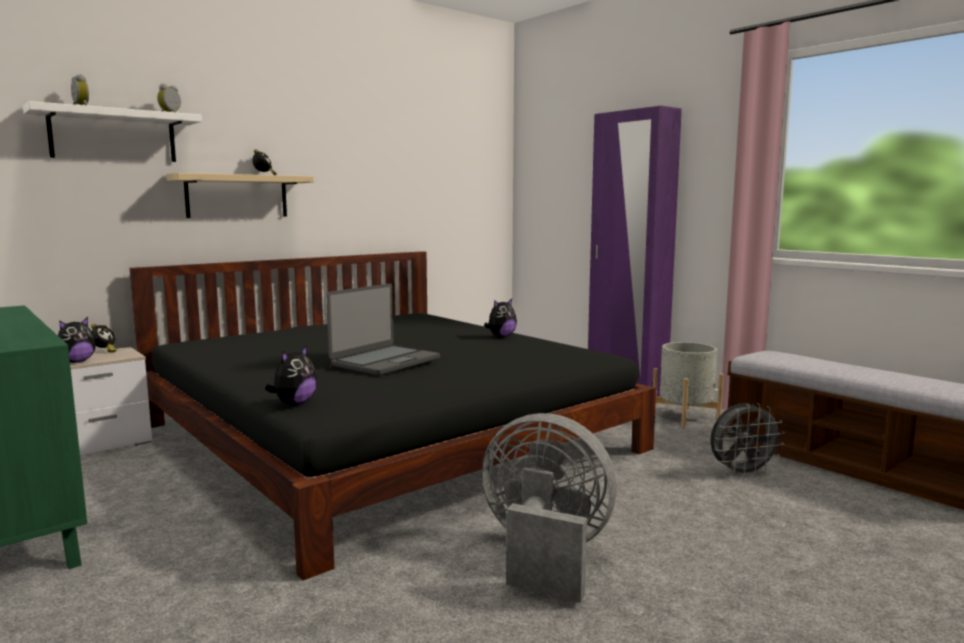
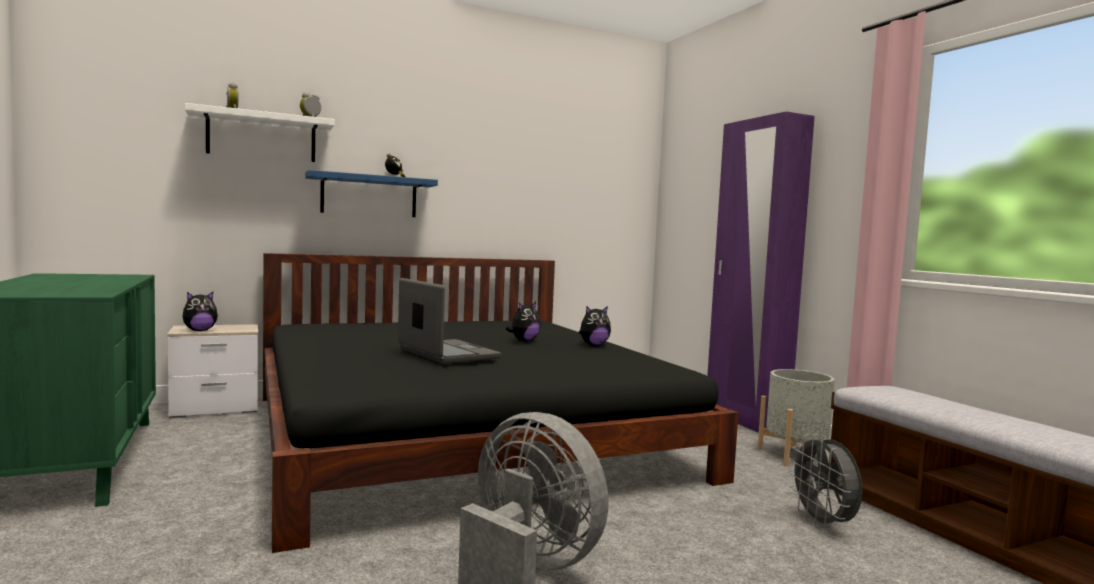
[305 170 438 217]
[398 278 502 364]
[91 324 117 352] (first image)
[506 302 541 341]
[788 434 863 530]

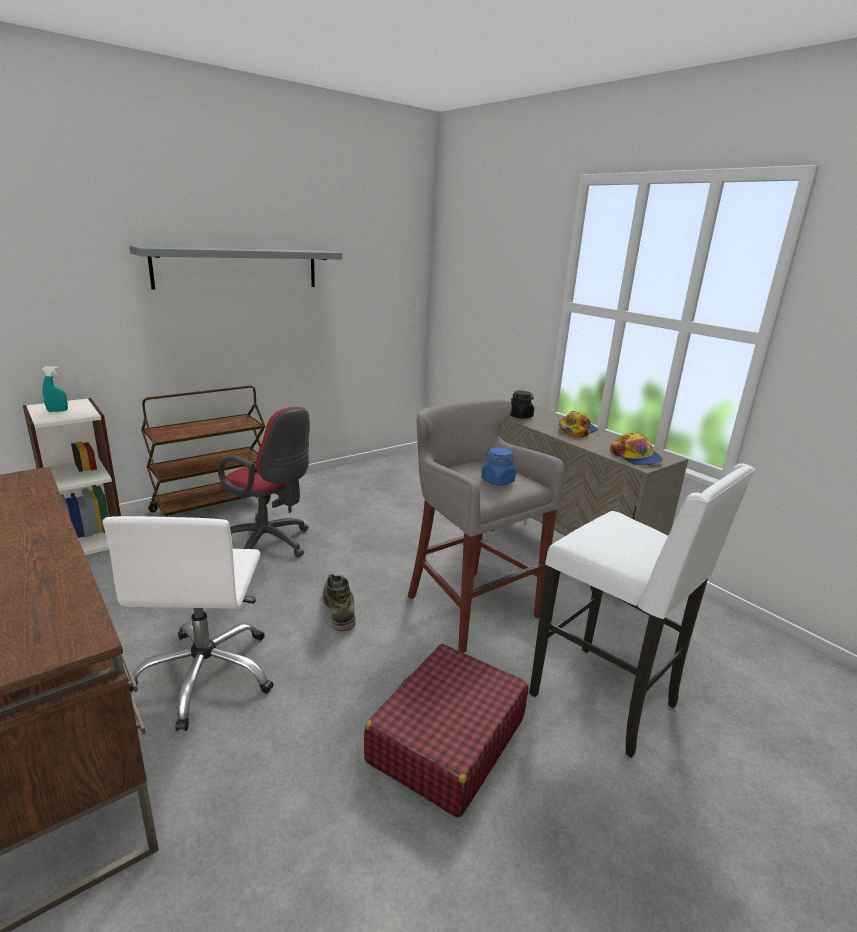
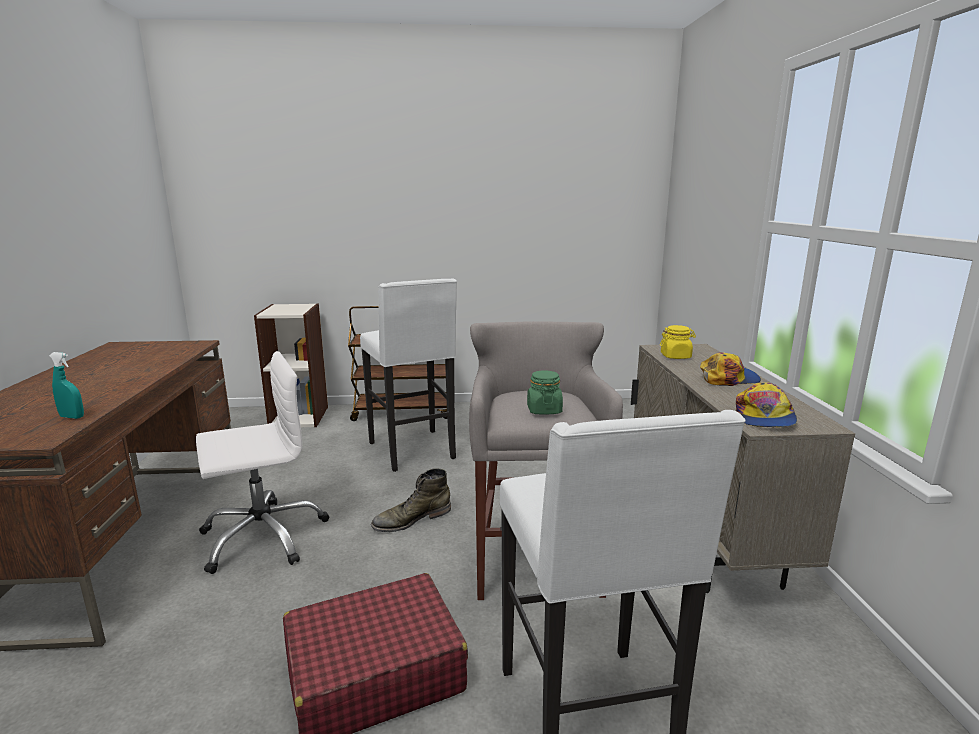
[129 246 342 290] (first image)
[49 352 84 419]
[660 325 696 359]
[360 279 457 472]
[527 370 563 415]
[196 351 329 574]
[371 468 451 532]

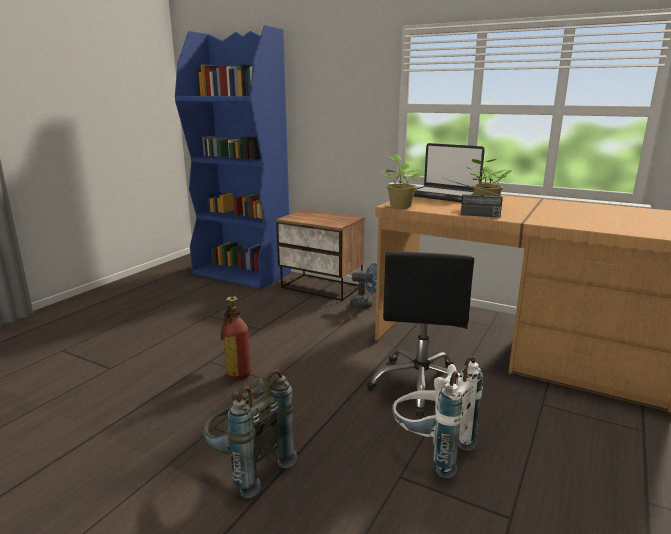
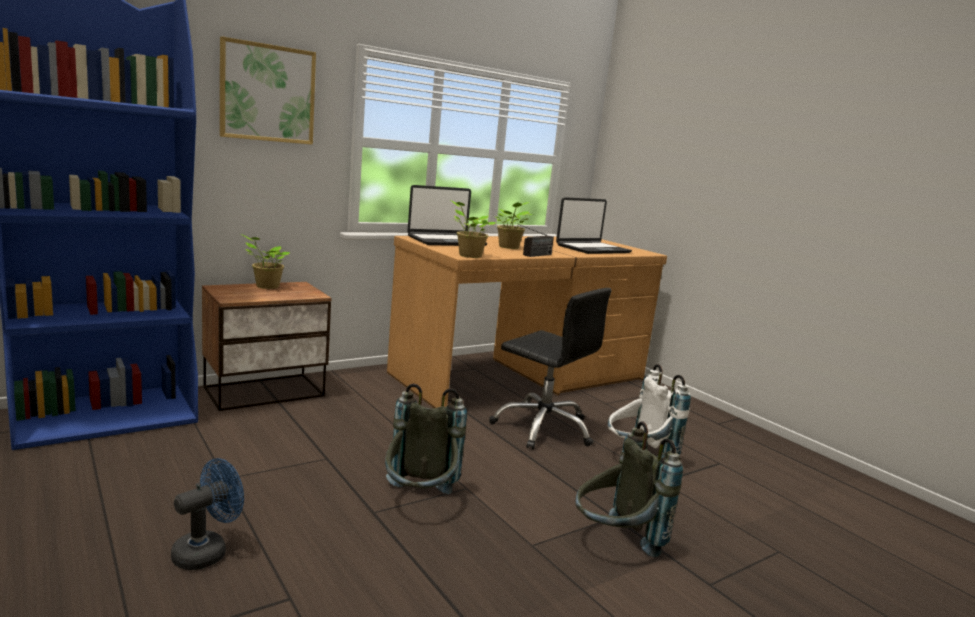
[171 458 244 570]
[385 384 467 494]
[220 36 316 145]
[556 197 632 254]
[241 234 290 289]

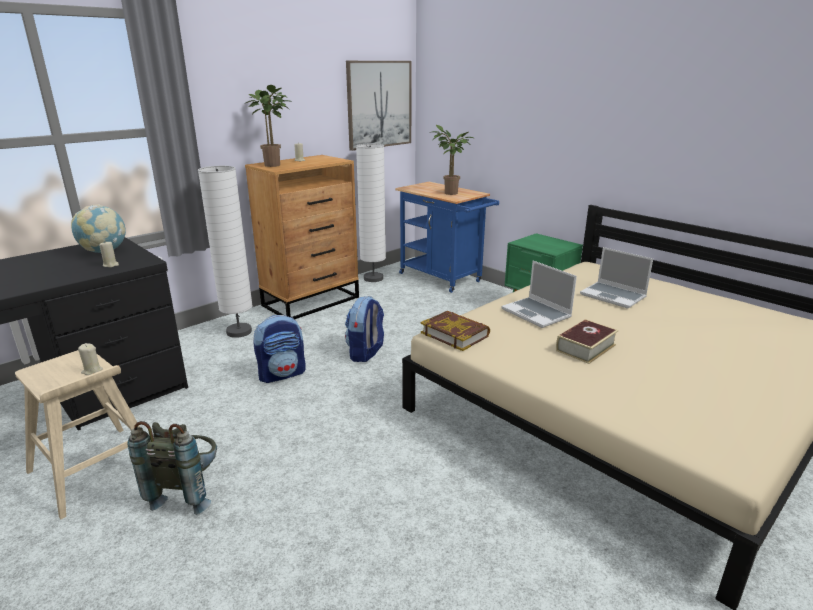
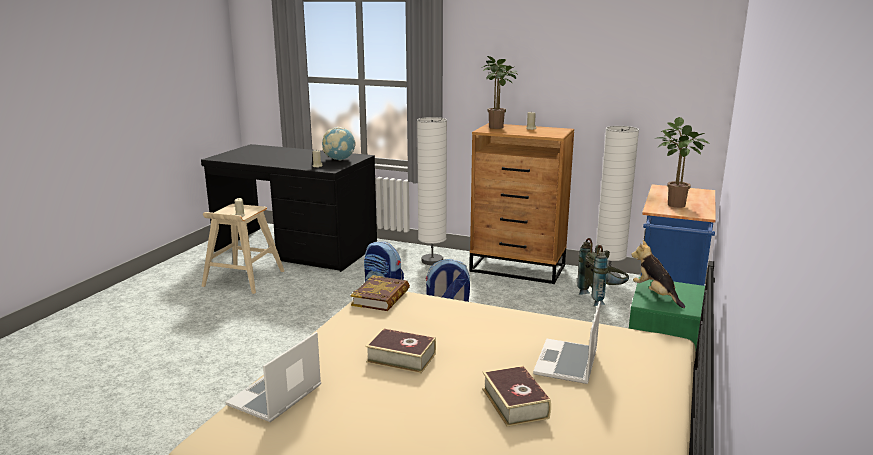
[346 61 412 151] (first image)
[225 332 321 422]
[577 238 629 306]
[631 240 685 308]
[482 365 551 427]

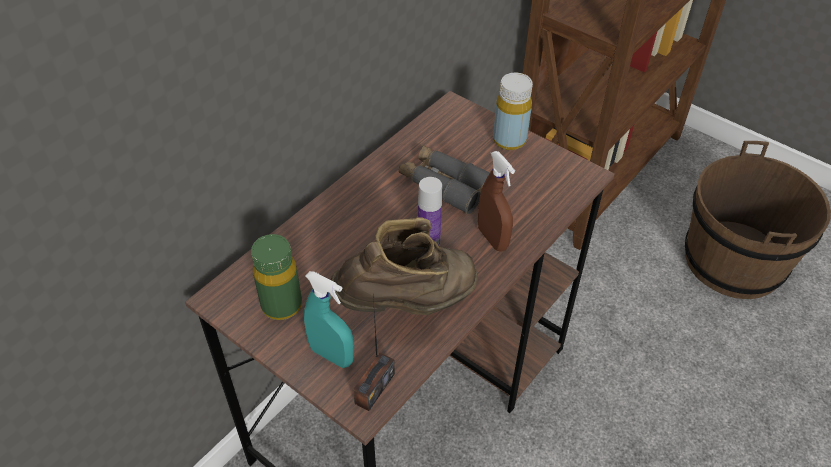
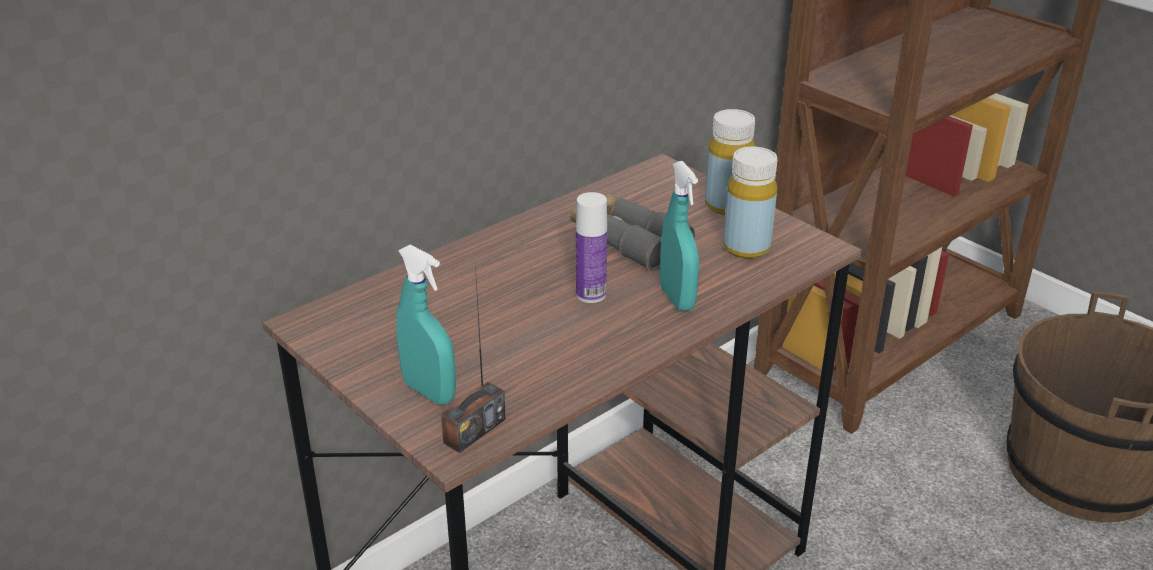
[660 161 699 311]
[331 218 478 315] (first image)
[251 234 302 320] (first image)
[723 147 778 259]

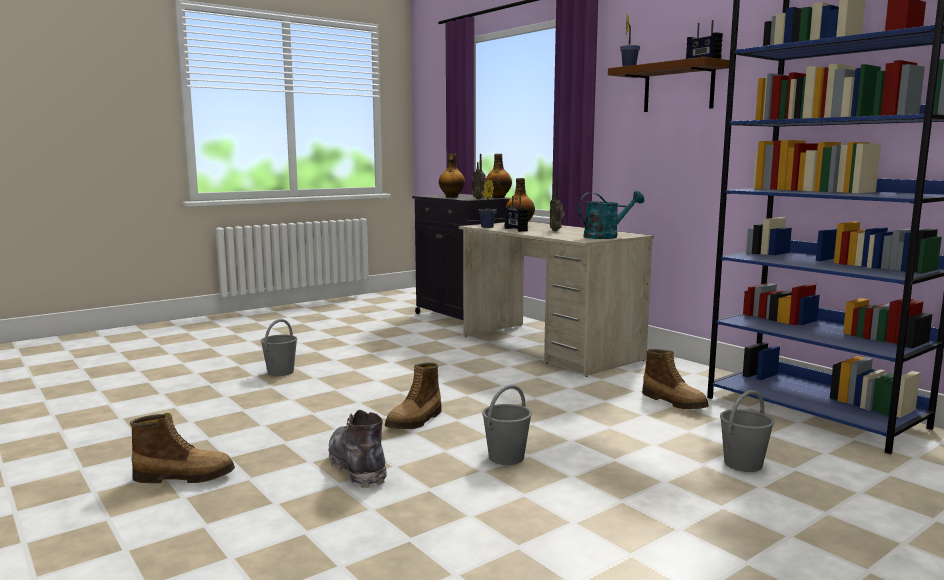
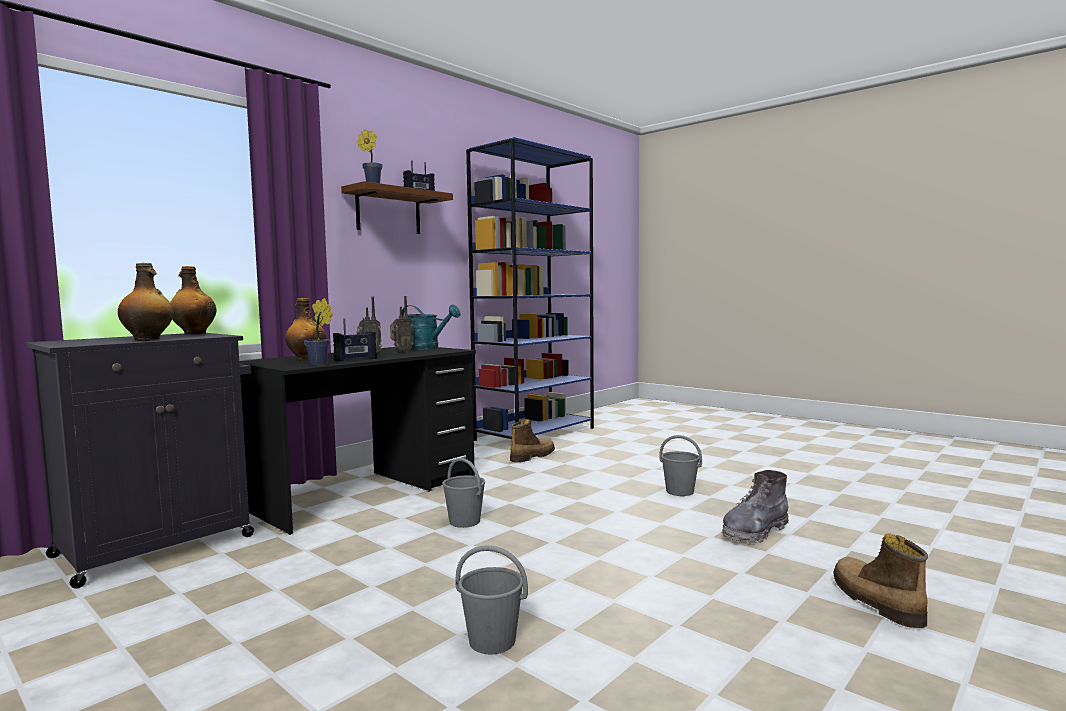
[390 296 414 352]
[402 305 461 350]
[239 347 476 535]
[385 362 442 429] (first image)
[442 458 485 528]

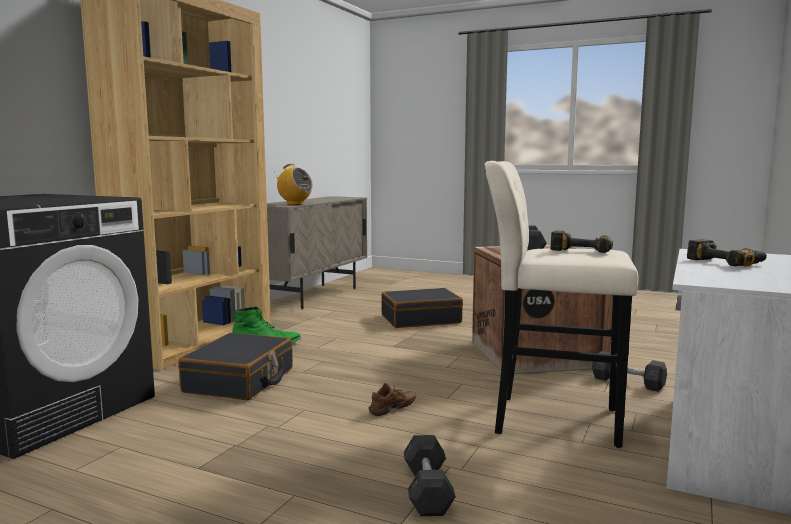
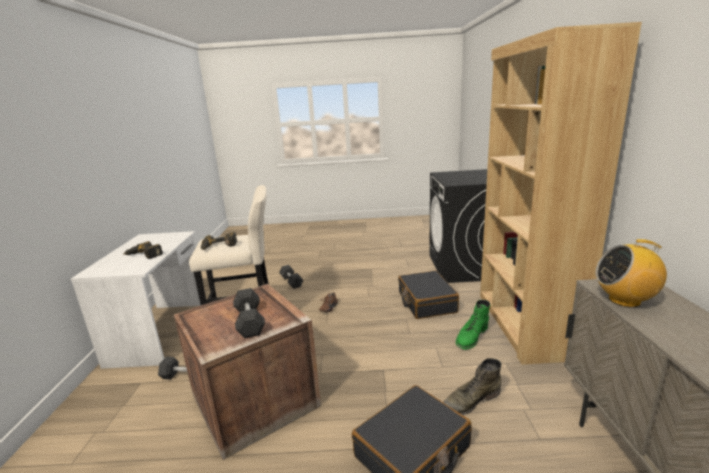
[443 358 502 415]

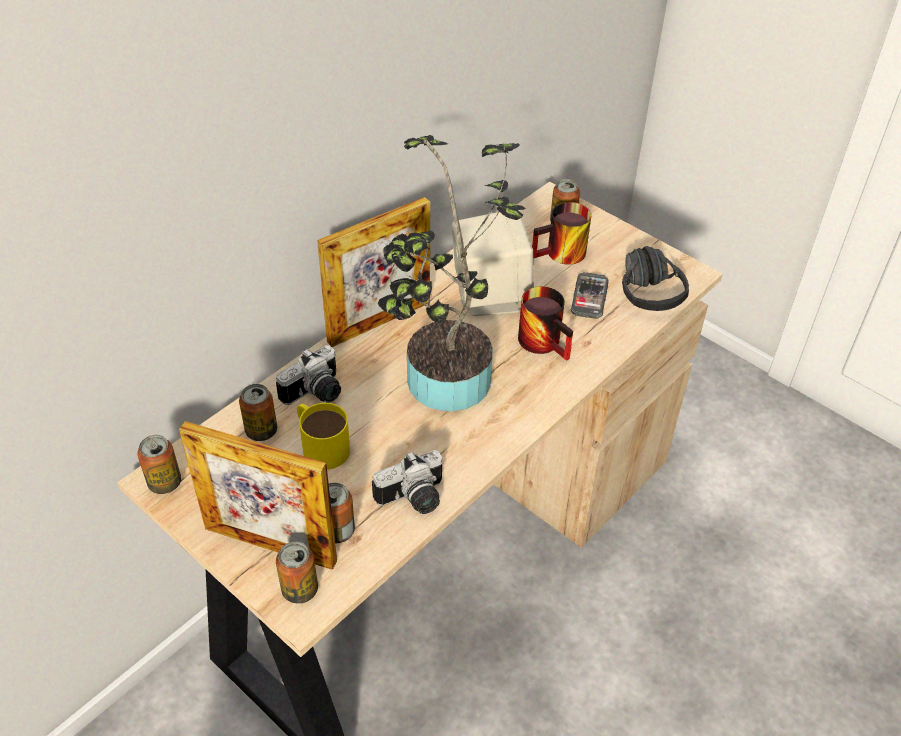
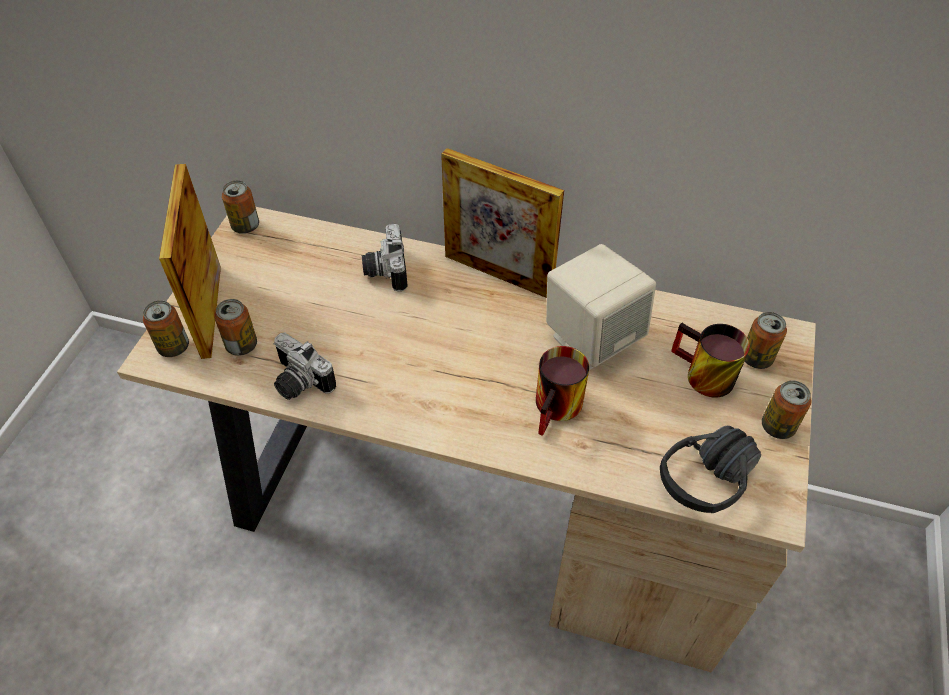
[378 135 526 412] (first image)
[571 272 609 319] (first image)
[362 224 408 292]
[762 381 811 439]
[297 403 350 470] (first image)

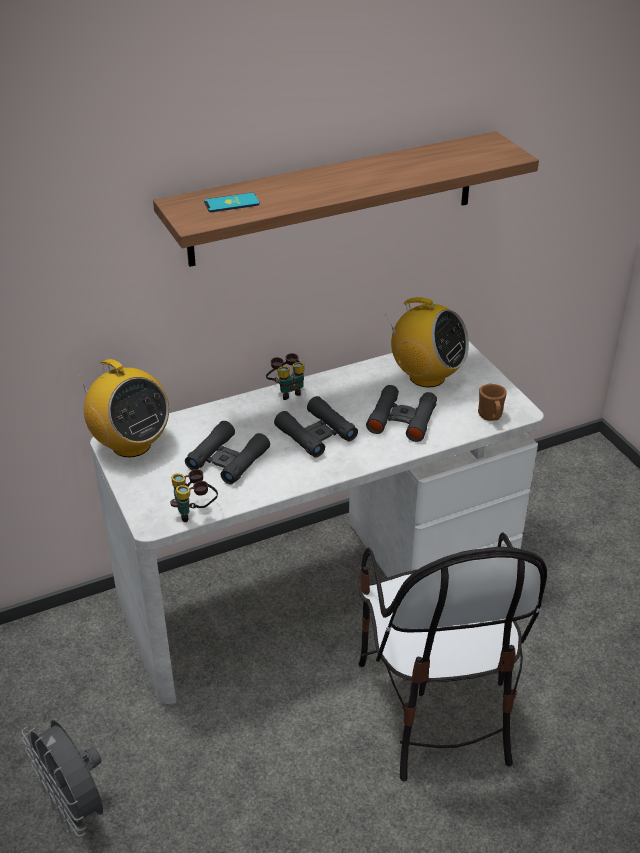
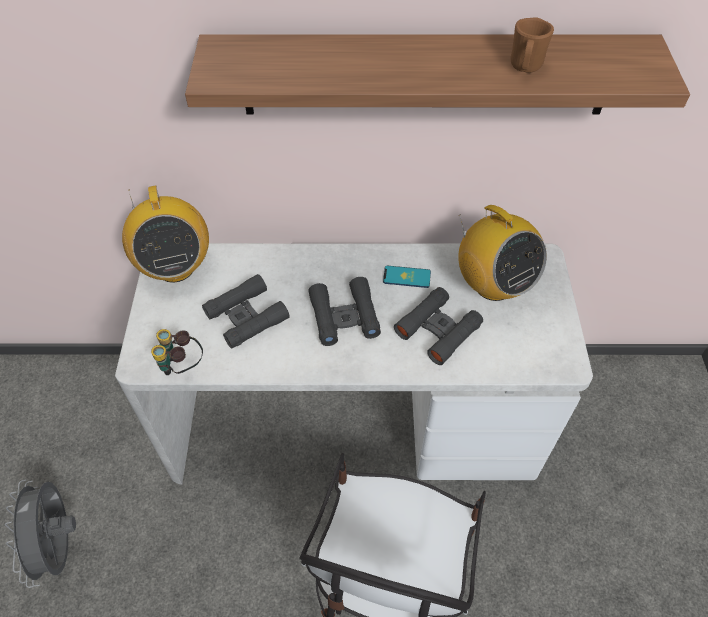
[383 266 431 288]
[266 353 305 400] (first image)
[511 17 554 73]

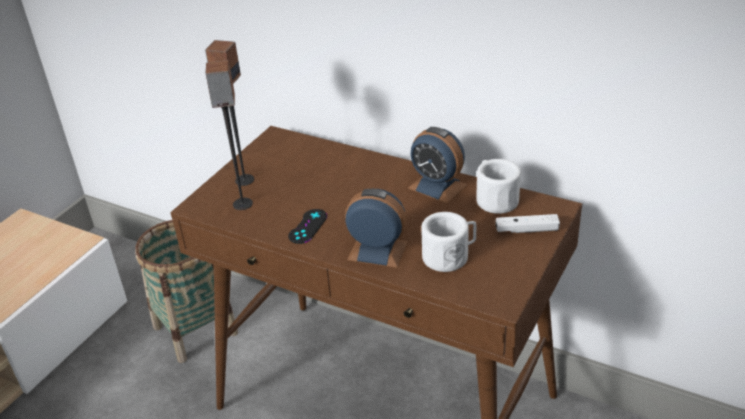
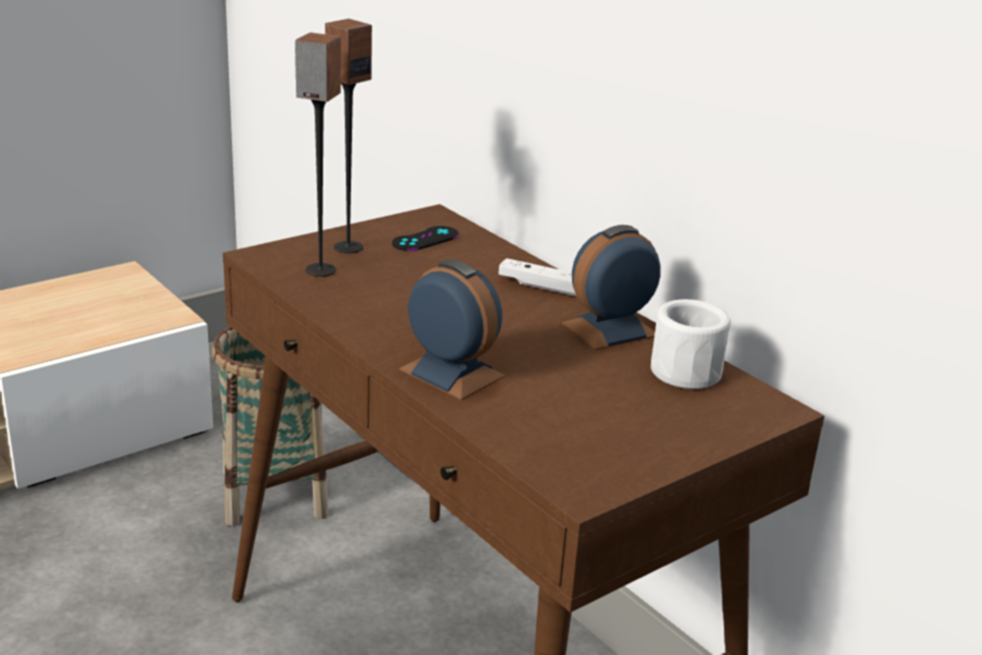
[561 225 661 350]
[392 226 459 251]
[421 212 477 272] (first image)
[499 258 576 296]

